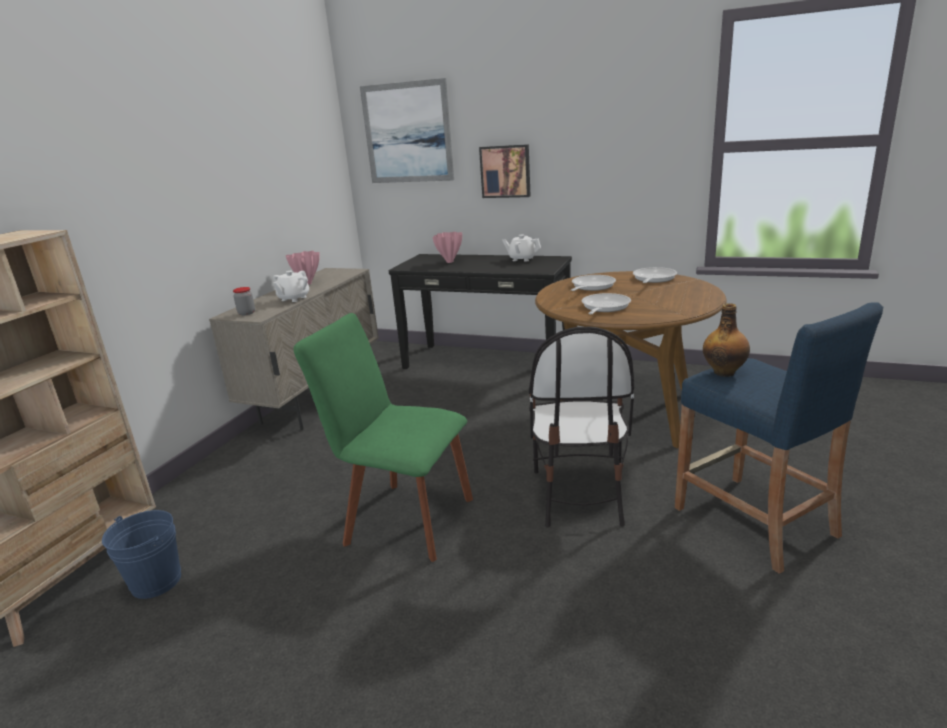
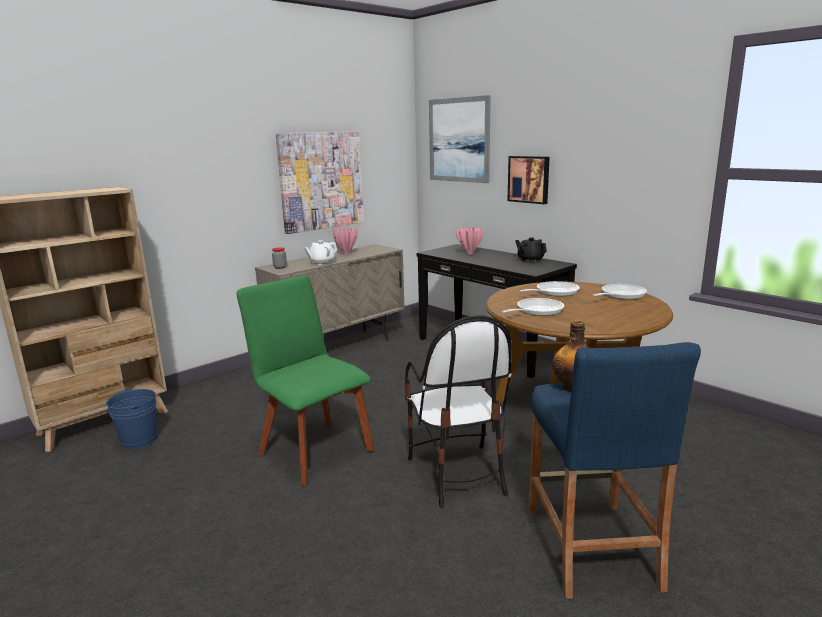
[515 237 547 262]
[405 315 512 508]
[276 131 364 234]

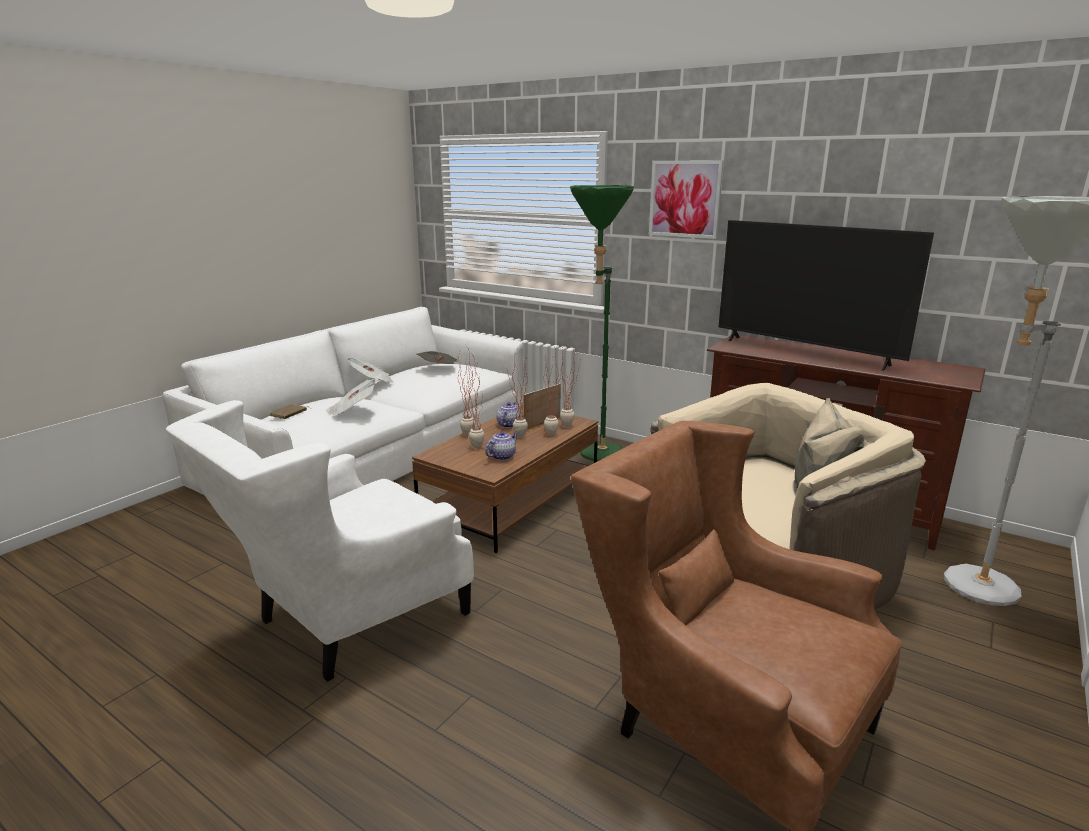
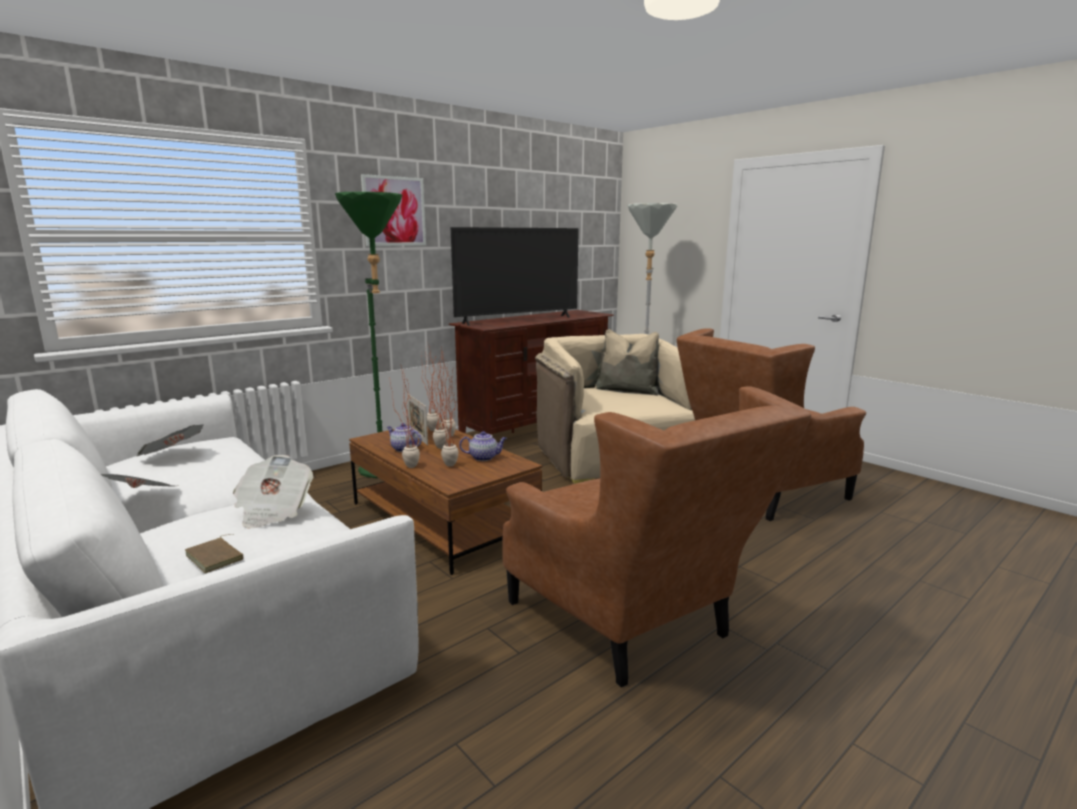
[502 386 811 688]
[459 431 507 461]

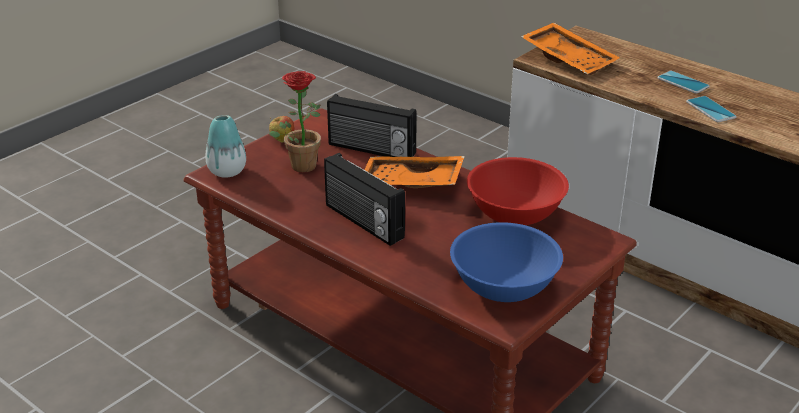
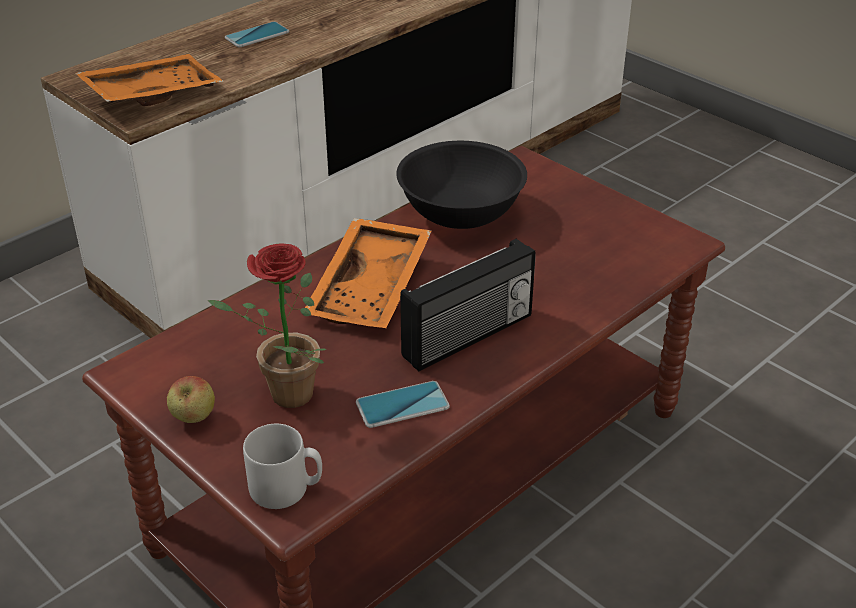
[327 94 417 157] (first image)
[356 381 450 428]
[243 424 322 509]
[396 141 527 229]
[450 222 563 302] (first image)

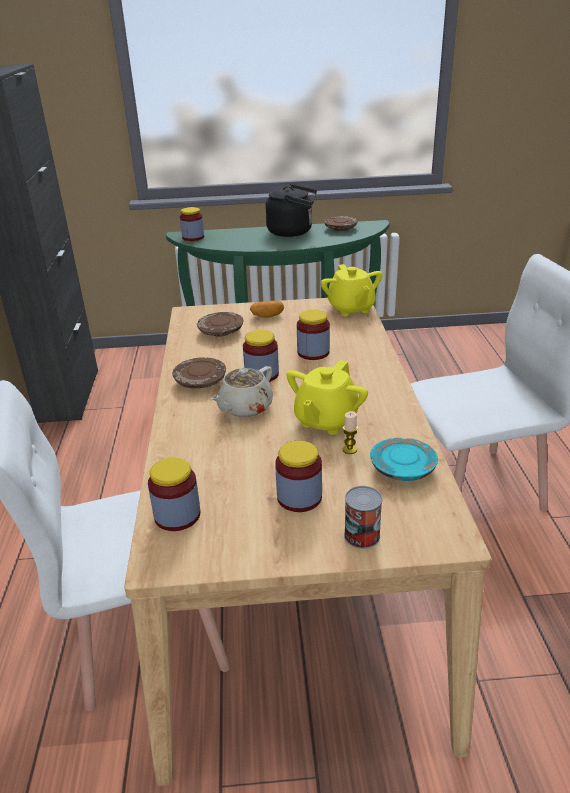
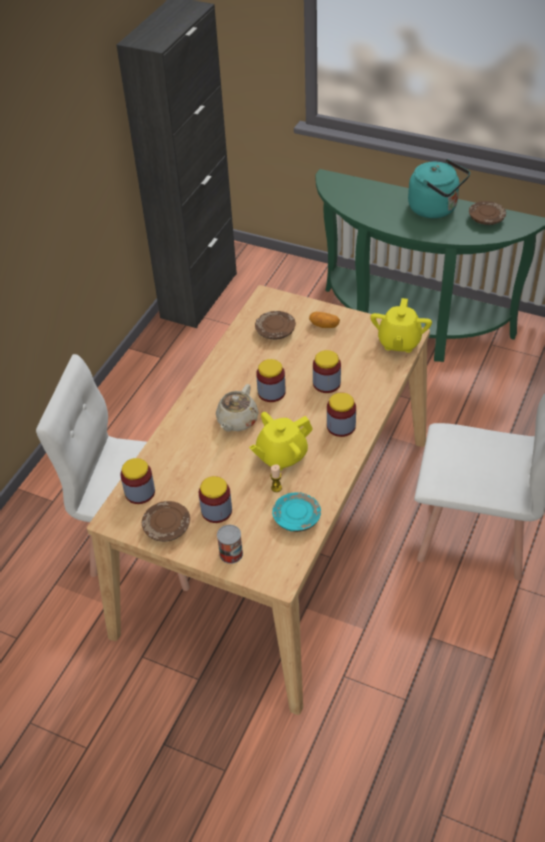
[408 159 470 218]
[327 392 356 437]
[142 501 190 542]
[216 384 259 432]

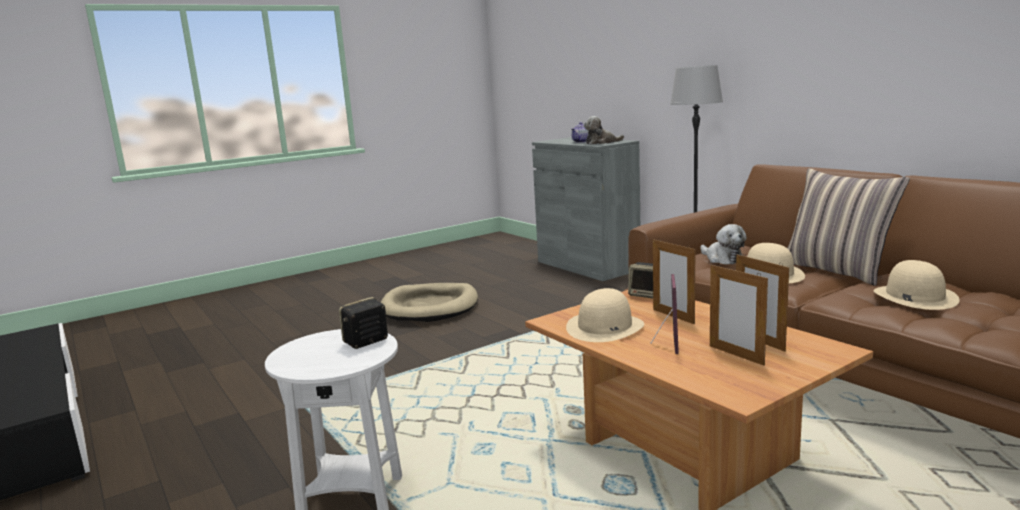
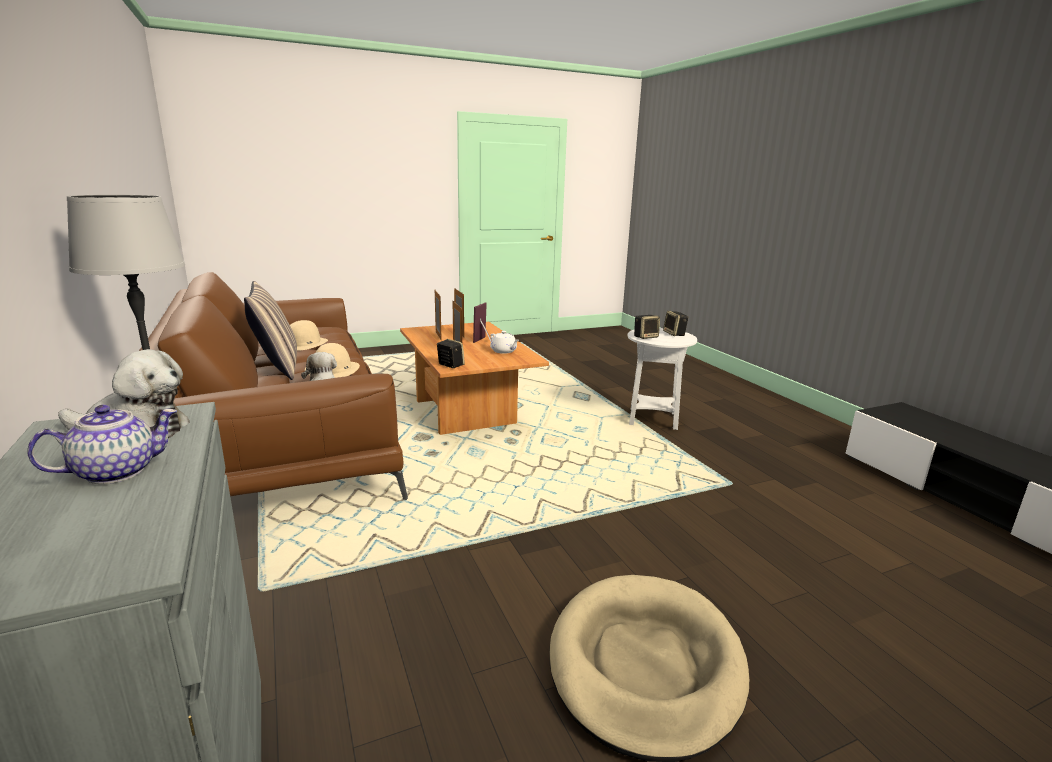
[490 331 519 354]
[663 311 689 336]

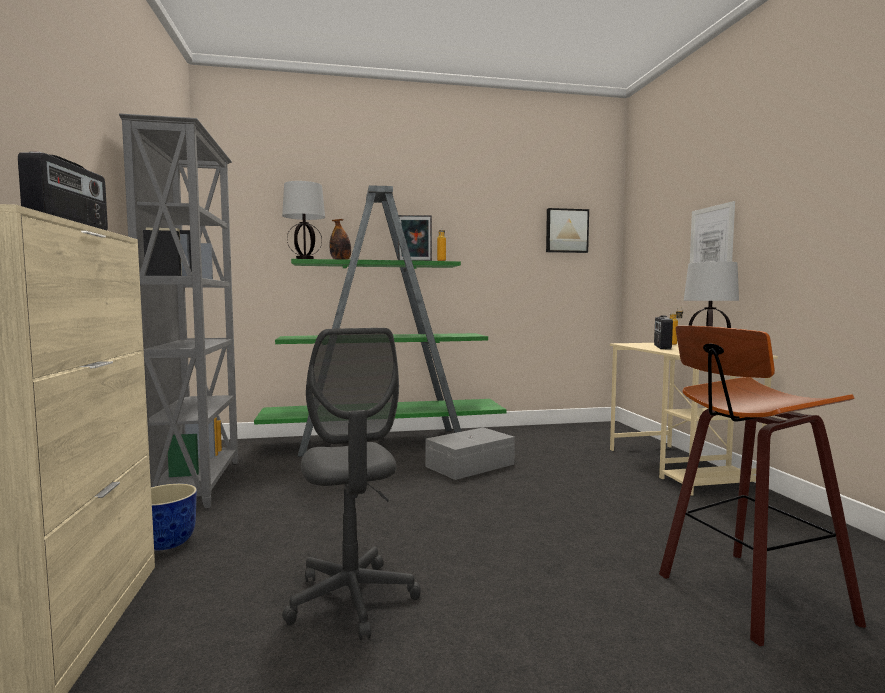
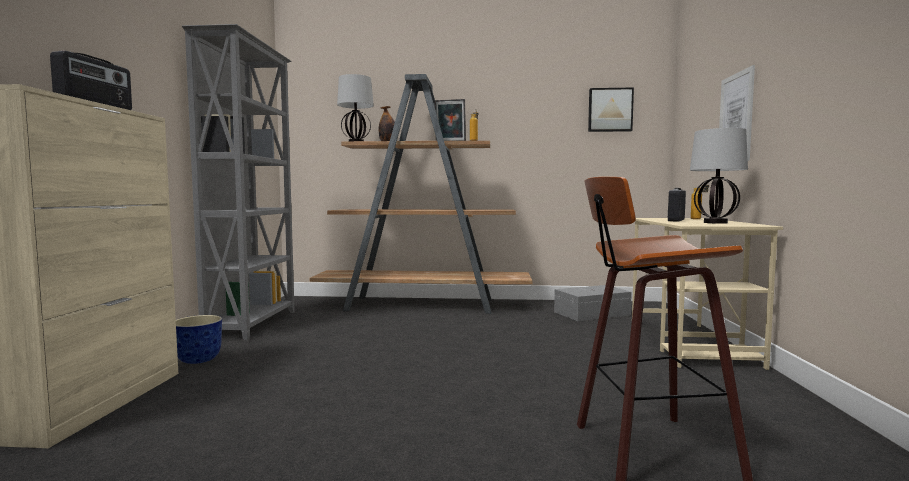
[309 74 533 314]
[282 328 421 640] (first image)
[554 285 632 321]

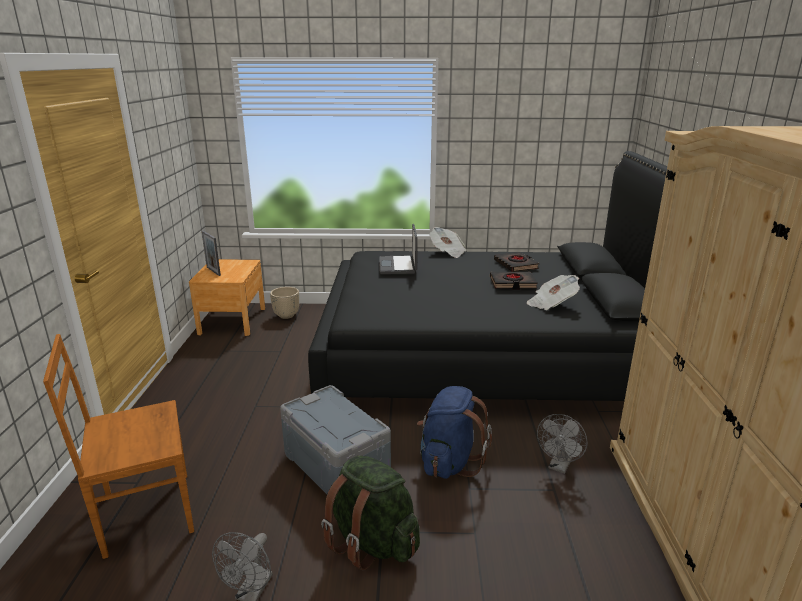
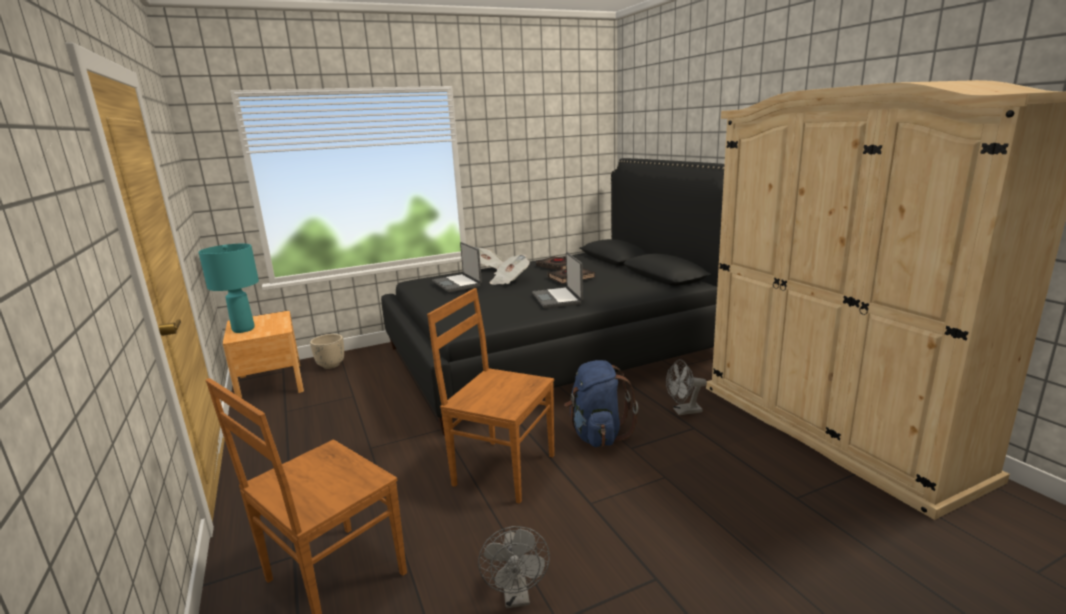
[198 244 259 333]
[489 254 530 285]
[427 288 554 504]
[666 360 707 415]
[321 455 420 570] (first image)
[532 252 583 309]

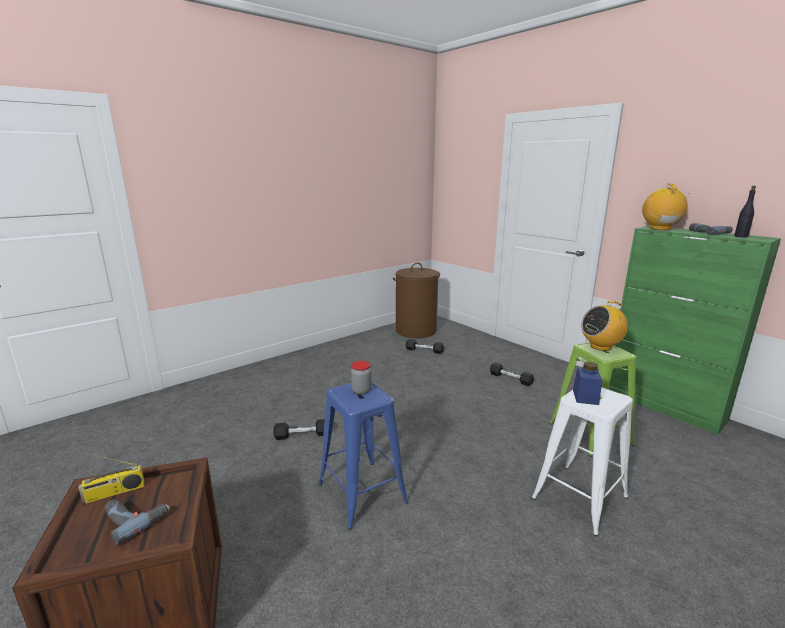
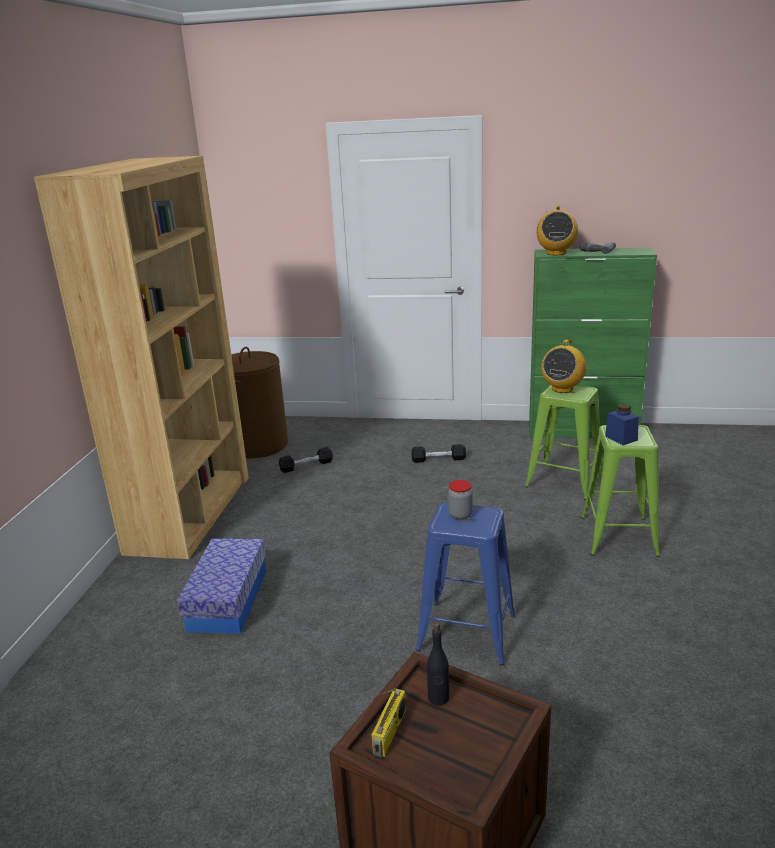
[537 205 578 255]
[427 622 449 706]
[581 425 660 557]
[274 419 325 440] (first image)
[105 499 170 545] (first image)
[34 156 249 559]
[177 538 266 634]

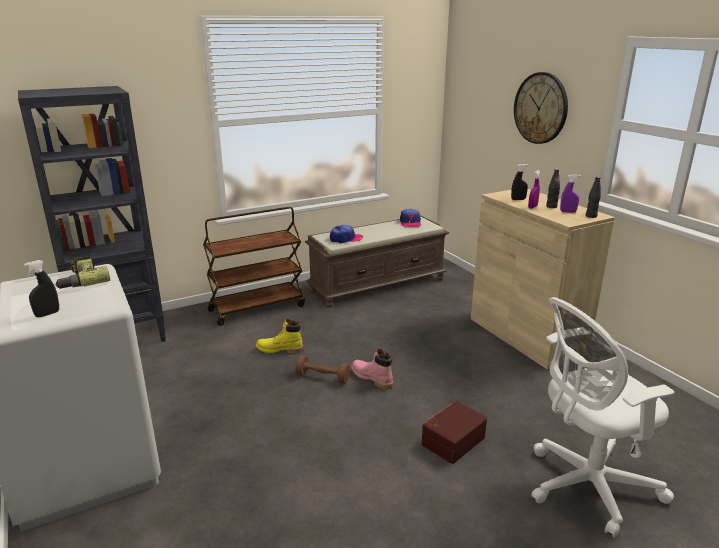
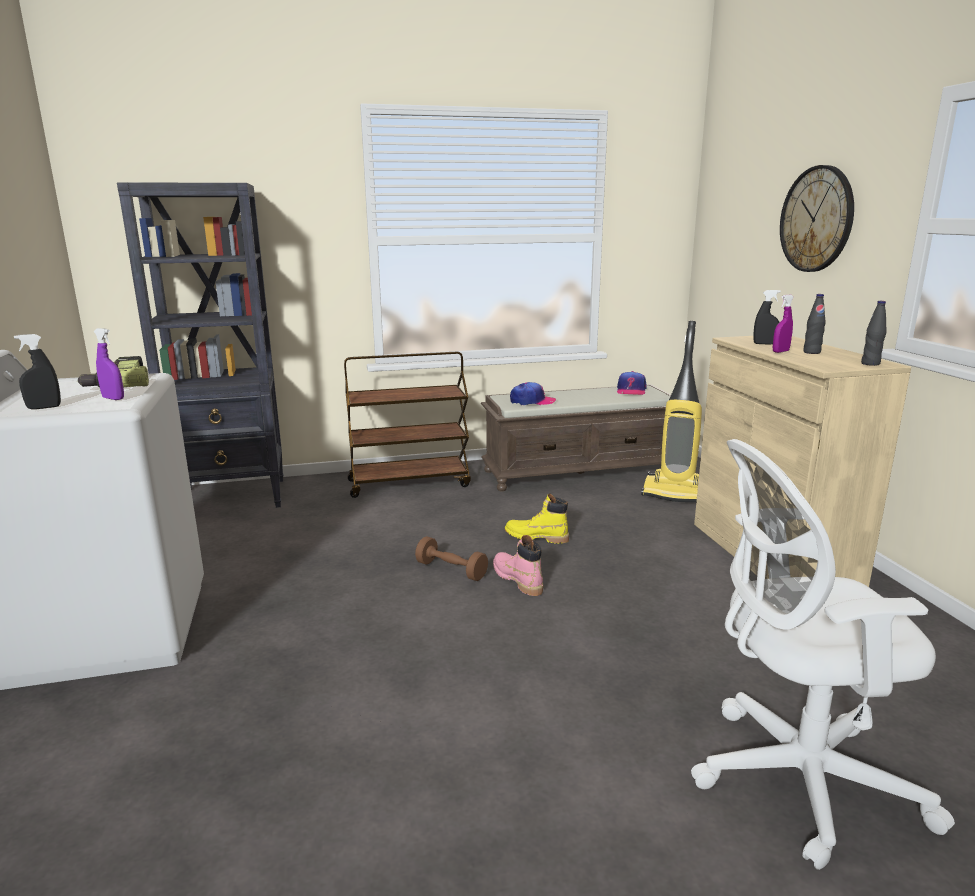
[94 328 124 400]
[505 494 569 544]
[421 401 487 464] (first image)
[641 321 702 502]

